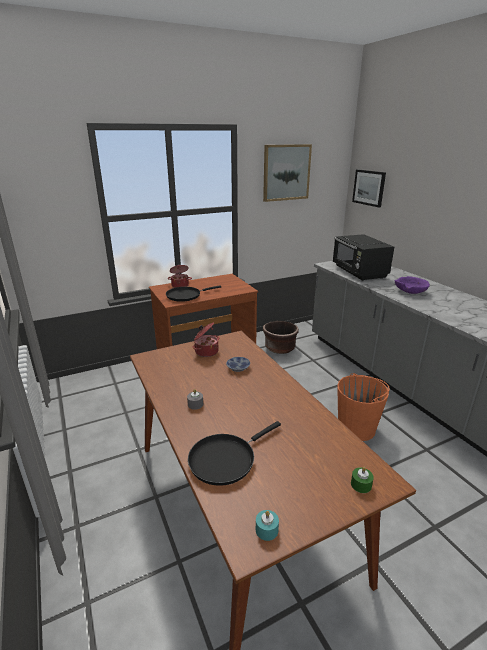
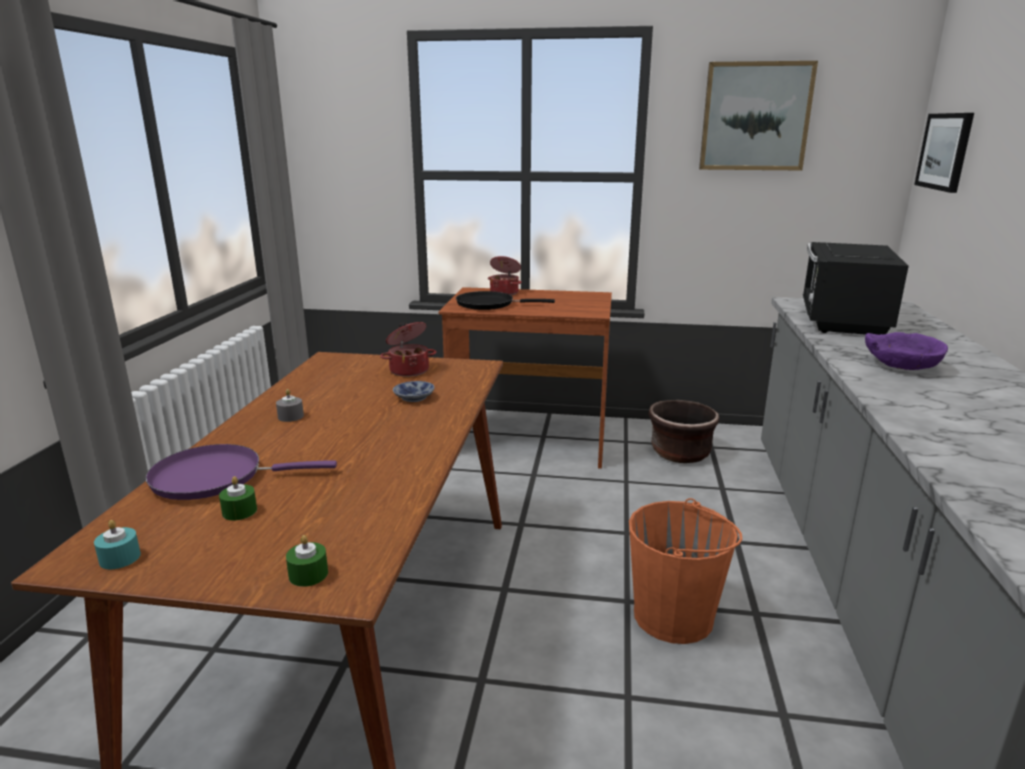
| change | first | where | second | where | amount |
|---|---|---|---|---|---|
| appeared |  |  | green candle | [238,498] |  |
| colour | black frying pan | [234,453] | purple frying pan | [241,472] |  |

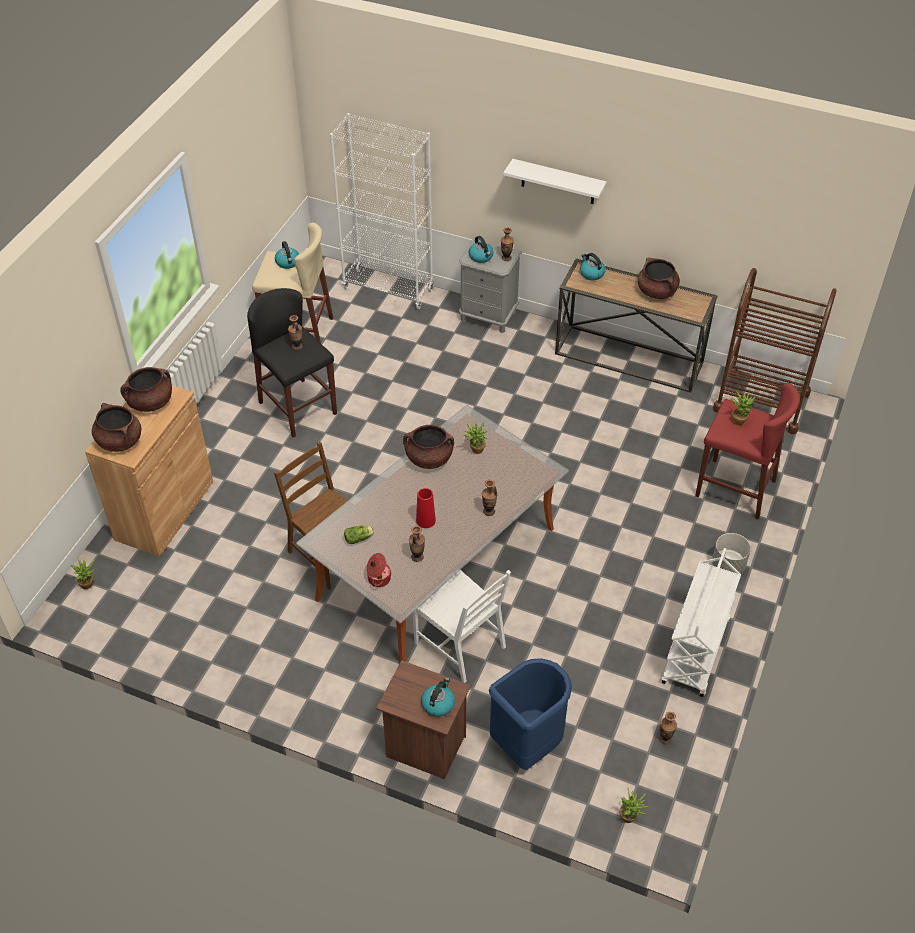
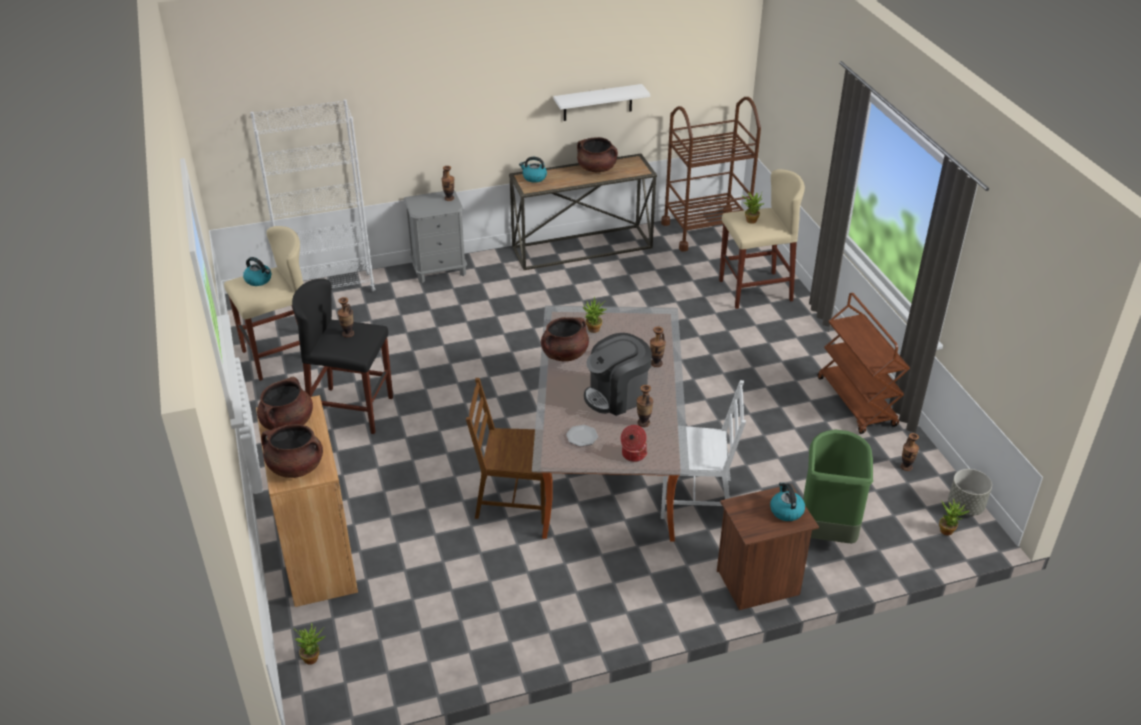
| change | first | where | second | where | amount |
|---|---|---|---|---|---|
| missing | kettle | [481,249] |  |  |  |
| relocated | white shelf | [555,181] |  | [601,102] |  |
| relocated | grey planter | [731,553] |  | [970,492] |  |
| exchanged | lettuce | [359,534] | plate | [582,436] |  |
| exchanged | red vase | [426,508] | coffee machine | [618,374] |  |
| colour | blue trash can | [530,714] | green trash can | [838,486] |  |
| colour | white cart | [701,622] | brown cart | [864,363] |  |
| colour | red stool | [747,451] | beige stool | [762,239] |  |

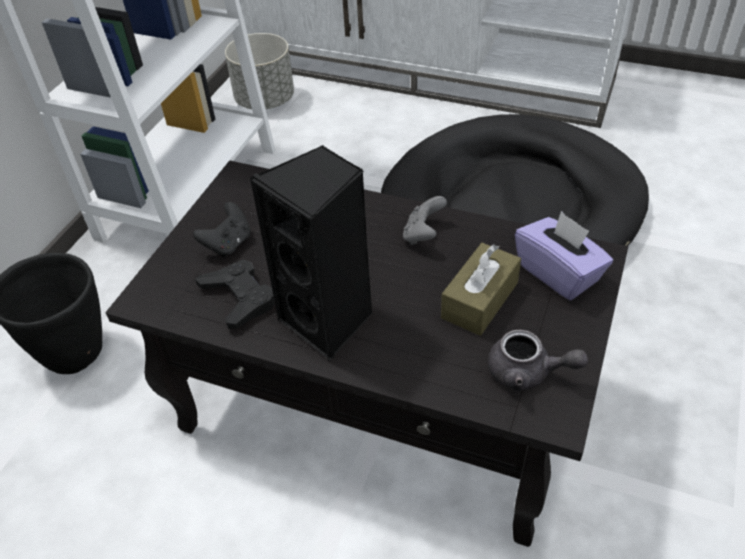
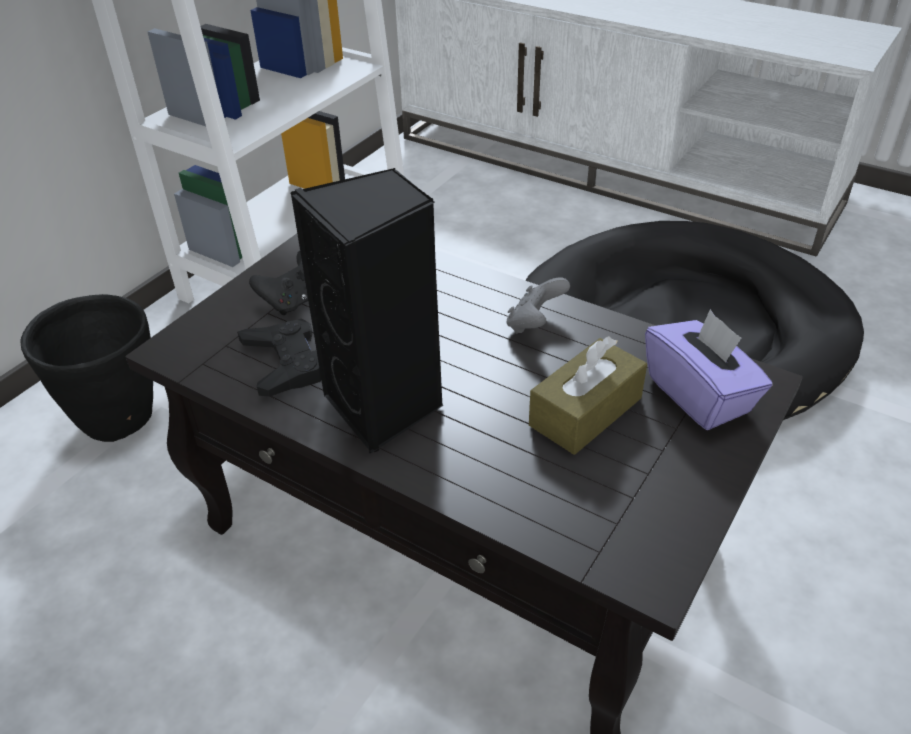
| change | first | where | second | where | amount |
|---|---|---|---|---|---|
| missing | grey planter | [259,71] |  |  |  |
| missing | grey teapot | [538,360] |  |  |  |

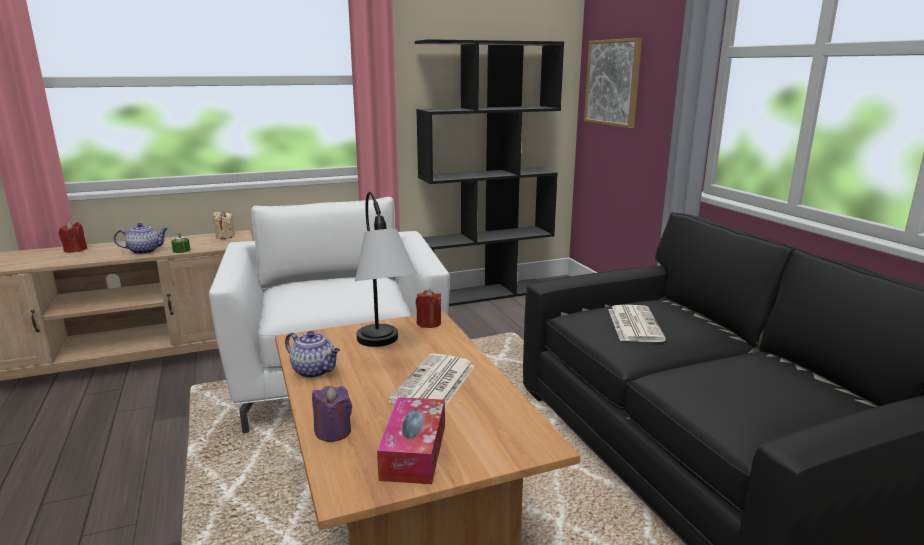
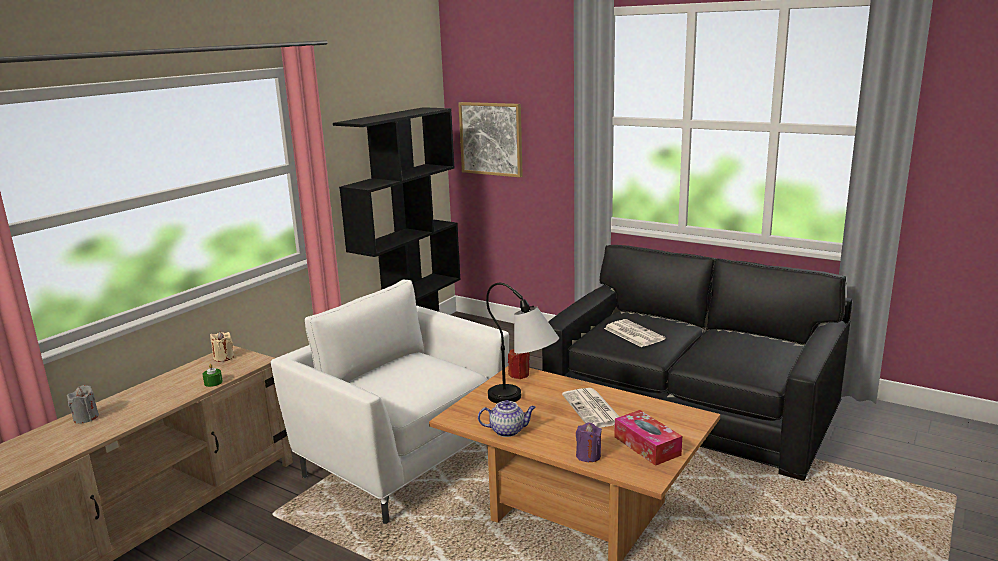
| change | first | where | second | where | amount |
|---|---|---|---|---|---|
| missing | teapot | [141,238] |  |  |  |
| colour | red candle | [73,237] | grey candle | [83,404] |  |

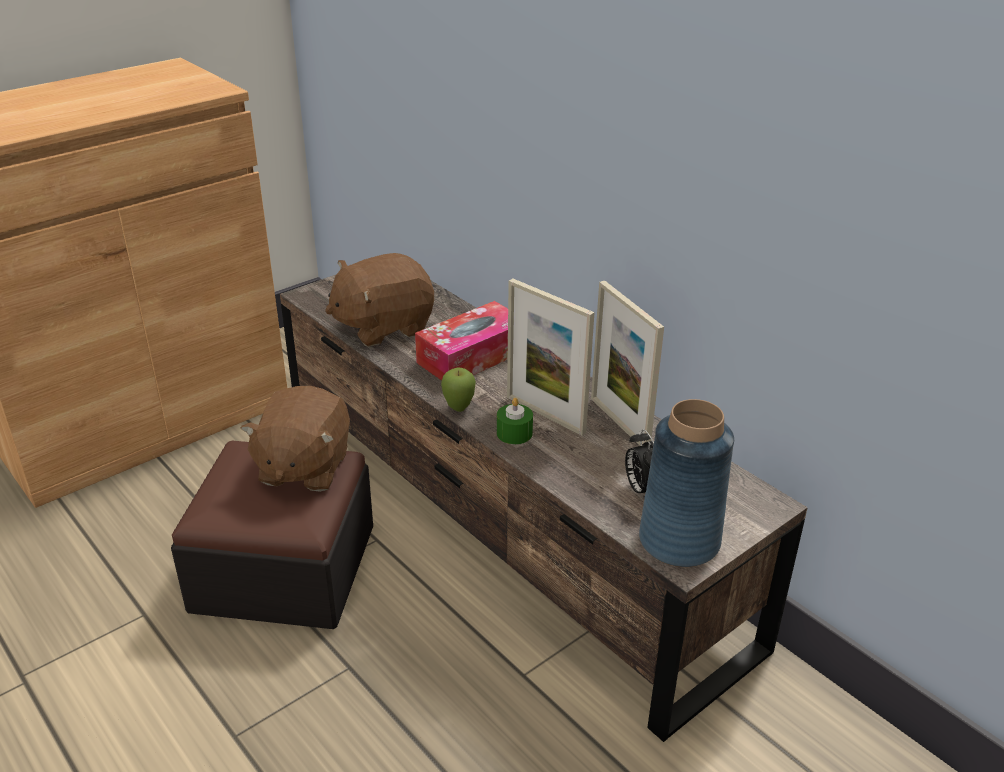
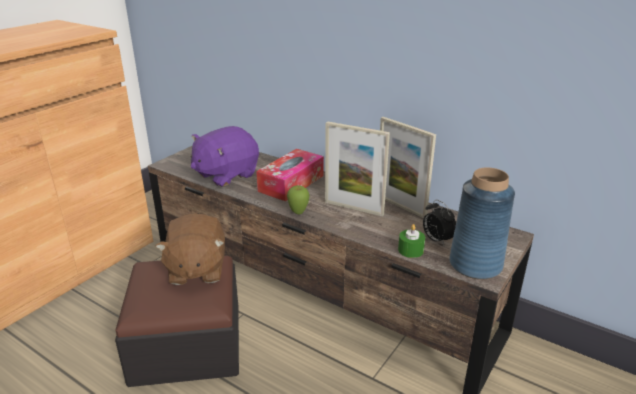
| change | first | where | second | where | amount |
|---|---|---|---|---|---|
| relocated | green candle | [515,421] |  | [411,241] |  |
| colour | brown plush toy | [379,300] | purple plush toy | [225,156] |  |

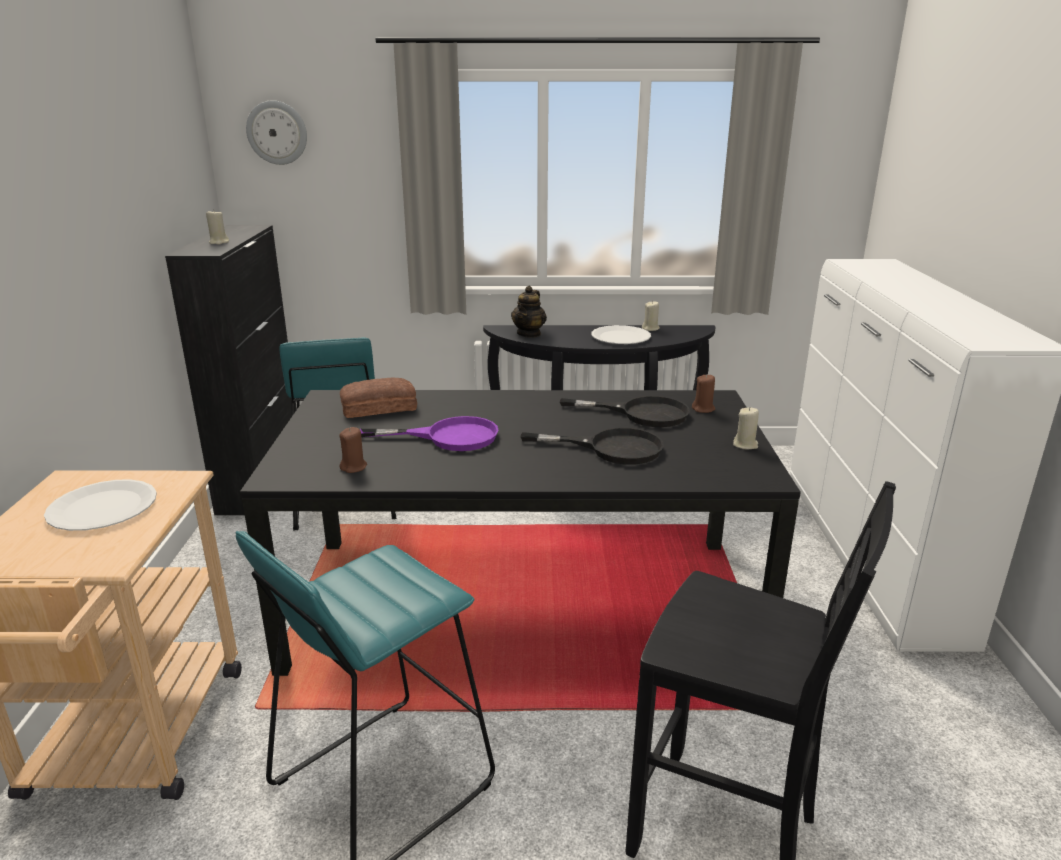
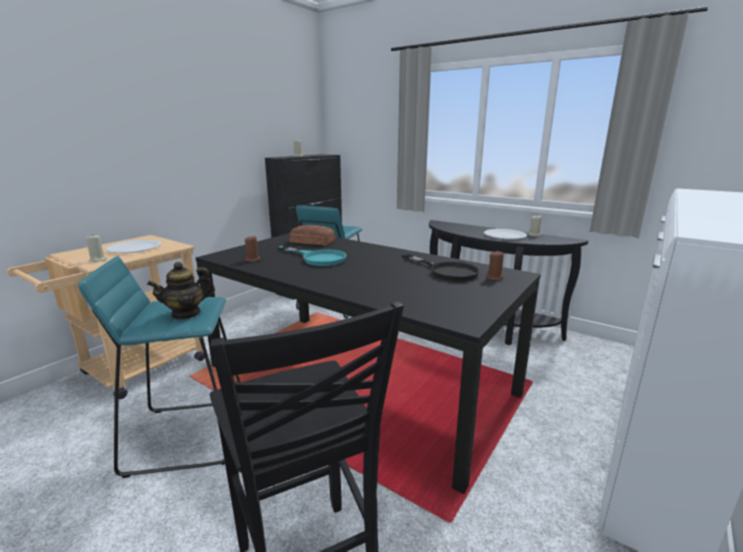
| change | first | where | second | where | amount |
|---|---|---|---|---|---|
| missing | wall clock | [276,132] |  |  |  |
| missing | black frying pan | [592,446] |  |  |  |
| relocated | teapot | [529,312] |  | [181,291] |  |
| relocated | beige candle | [746,428] |  | [96,248] |  |
| colour | purple frying pan | [429,433] | turquoise frying pan | [312,256] |  |

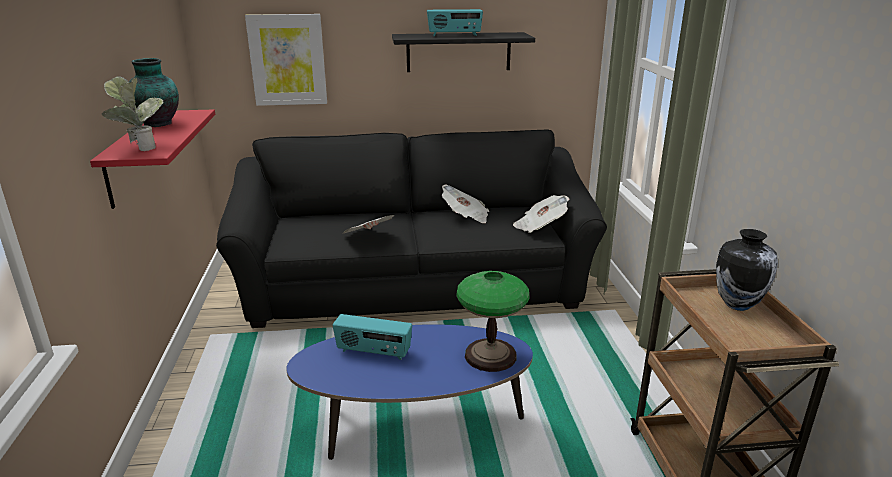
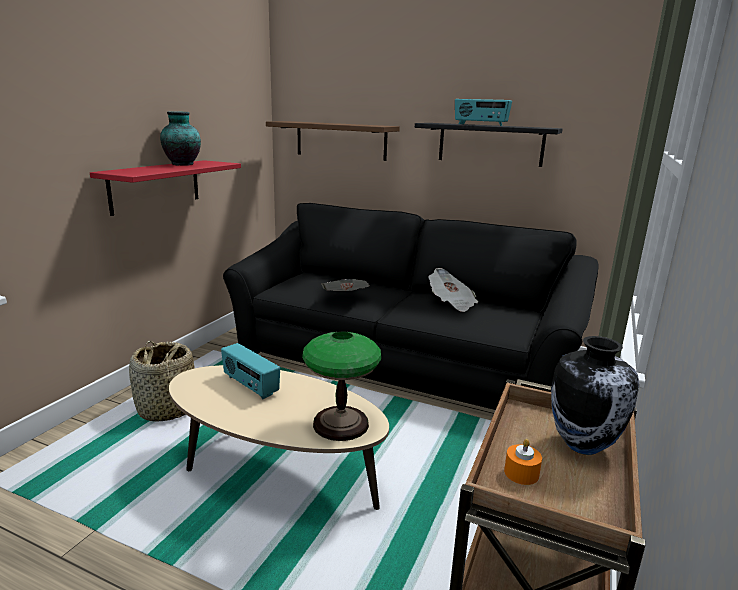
| change | first | where | second | where | amount |
|---|---|---|---|---|---|
| missing | potted plant | [132,113] |  |  |  |
| missing | newspaper | [541,214] |  |  |  |
| appeared |  |  | basket | [162,381] |  |
| appeared |  |  | orange candle | [523,462] |  |
| exchanged | picture | [286,60] | brown shelf | [333,141] |  |
| colour | blue coffee table | [409,392] | beige coffee table | [279,437] |  |

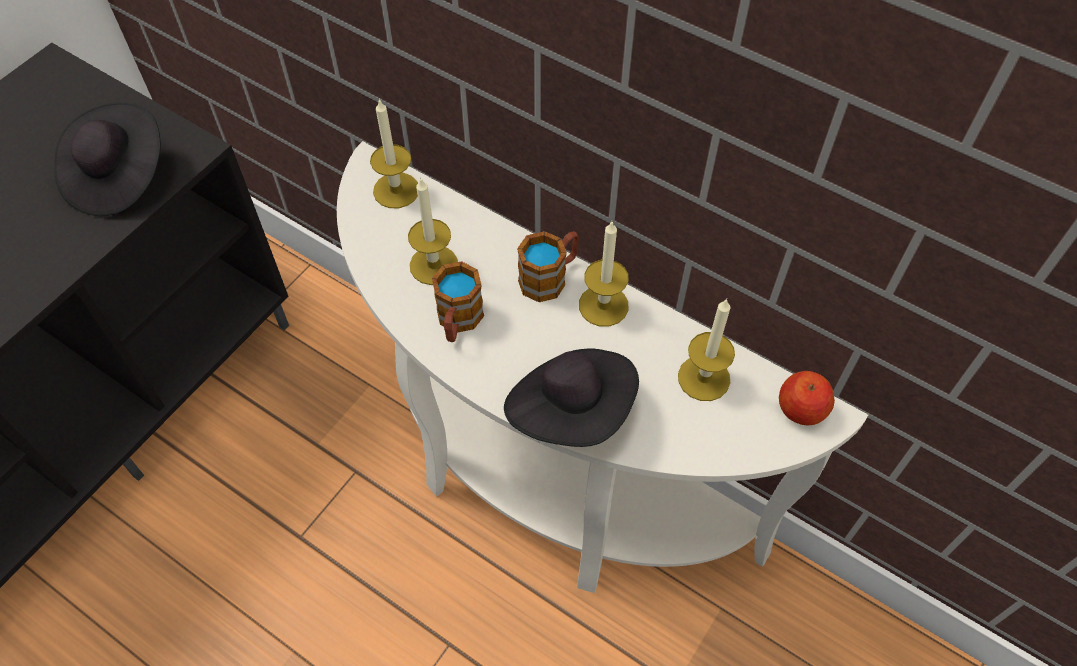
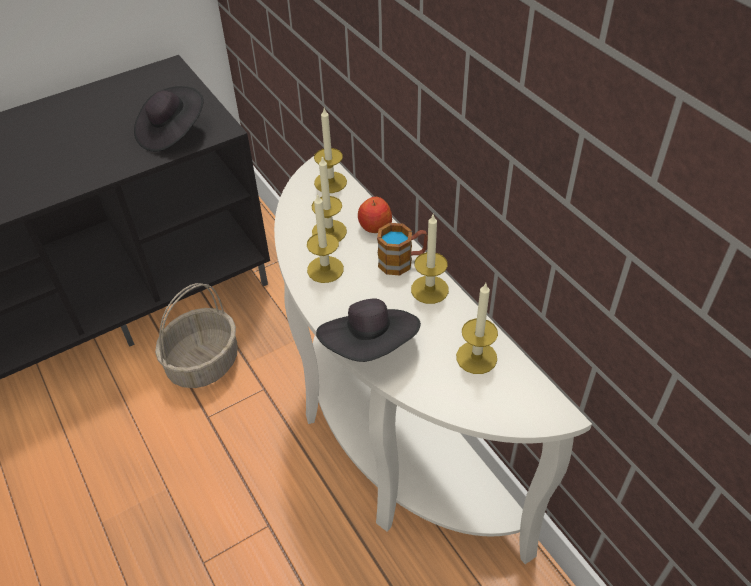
| change | first | where | second | where | amount |
|---|---|---|---|---|---|
| appeared |  |  | basket | [196,335] |  |
| relocated | apple | [807,398] |  | [375,215] |  |
| exchanged | mug | [458,301] | candle | [325,238] |  |

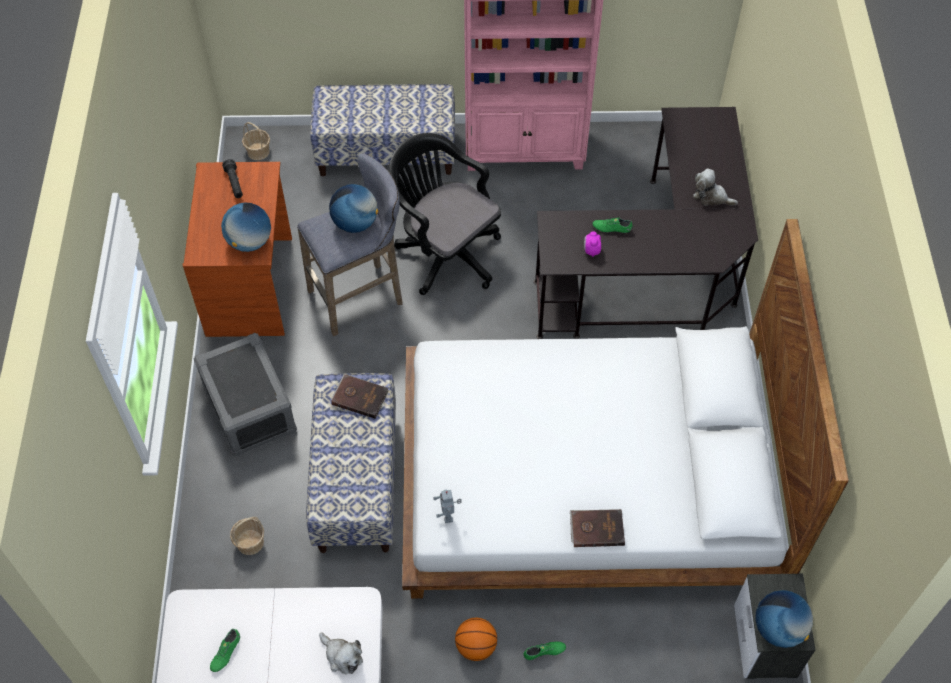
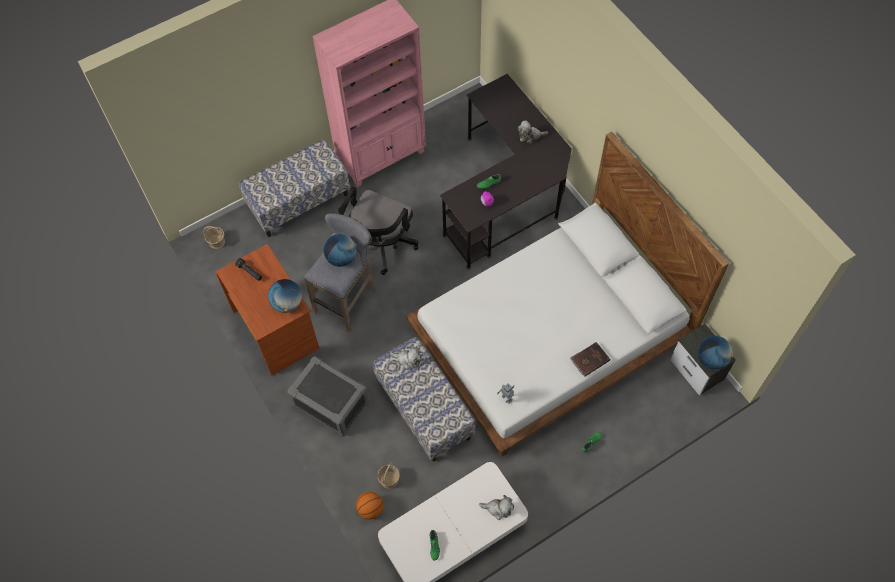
| change | first | where | second | where | amount |
|---|---|---|---|---|---|
| relocated | basketball | [476,639] |  | [369,506] |  |
| exchanged | brown book | [360,396] | plush toy | [405,358] |  |
| spun | black office chair | [445,214] |  | [378,231] | 75 degrees counterclockwise |

